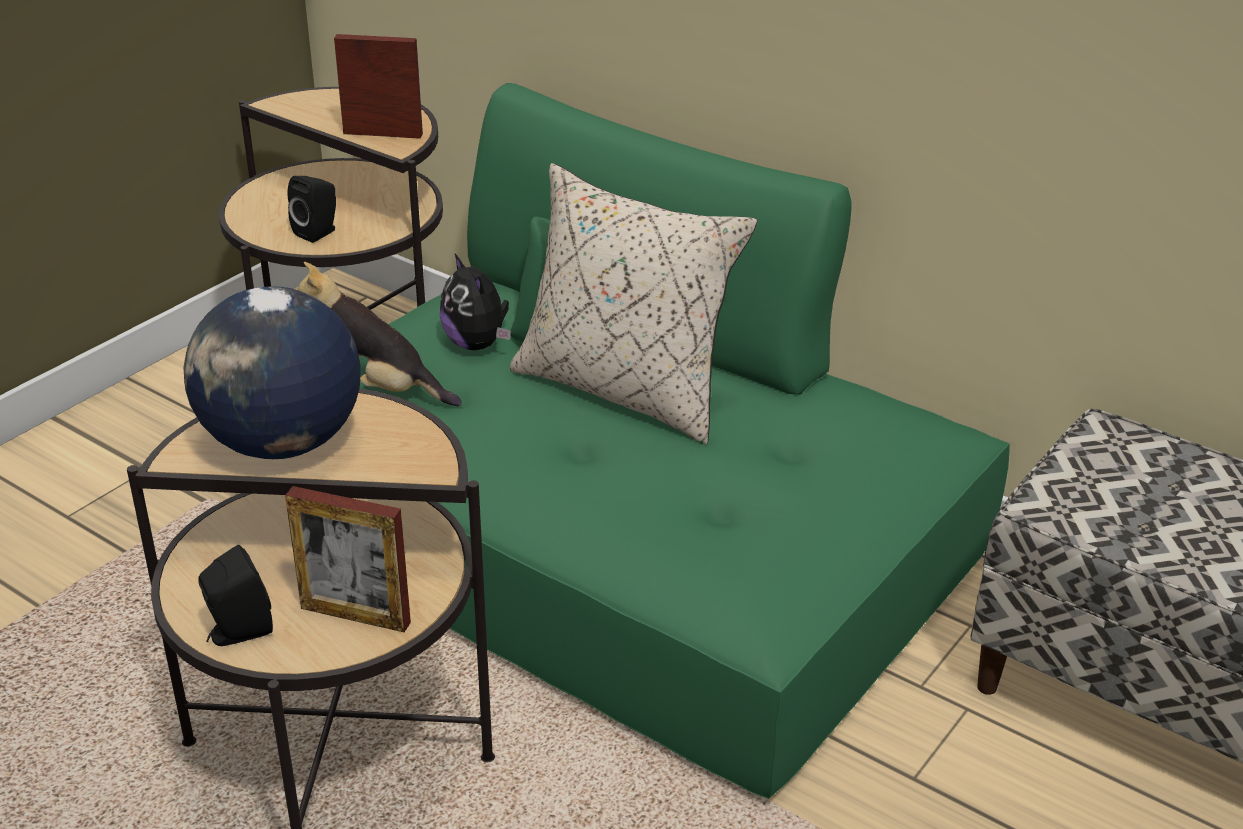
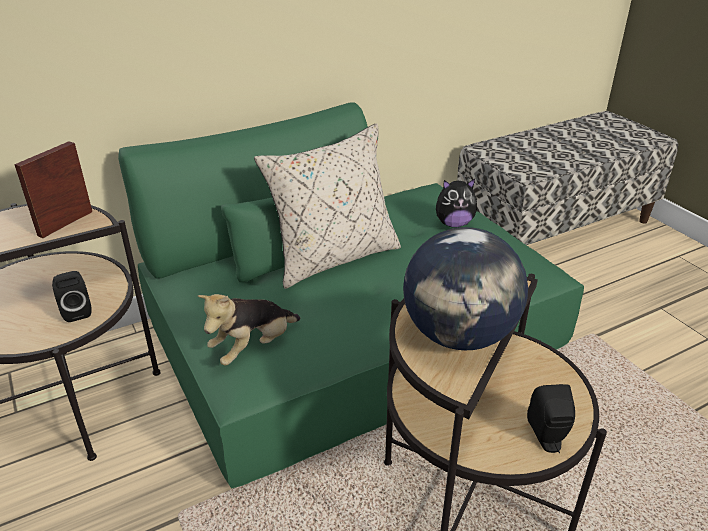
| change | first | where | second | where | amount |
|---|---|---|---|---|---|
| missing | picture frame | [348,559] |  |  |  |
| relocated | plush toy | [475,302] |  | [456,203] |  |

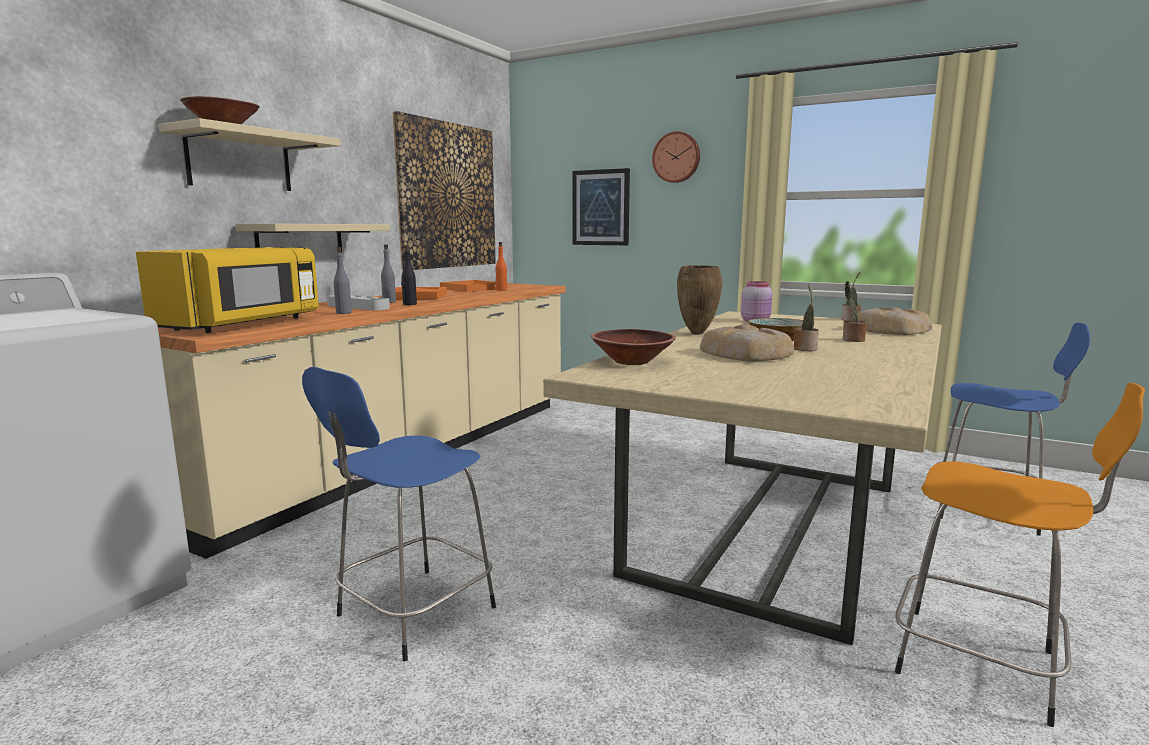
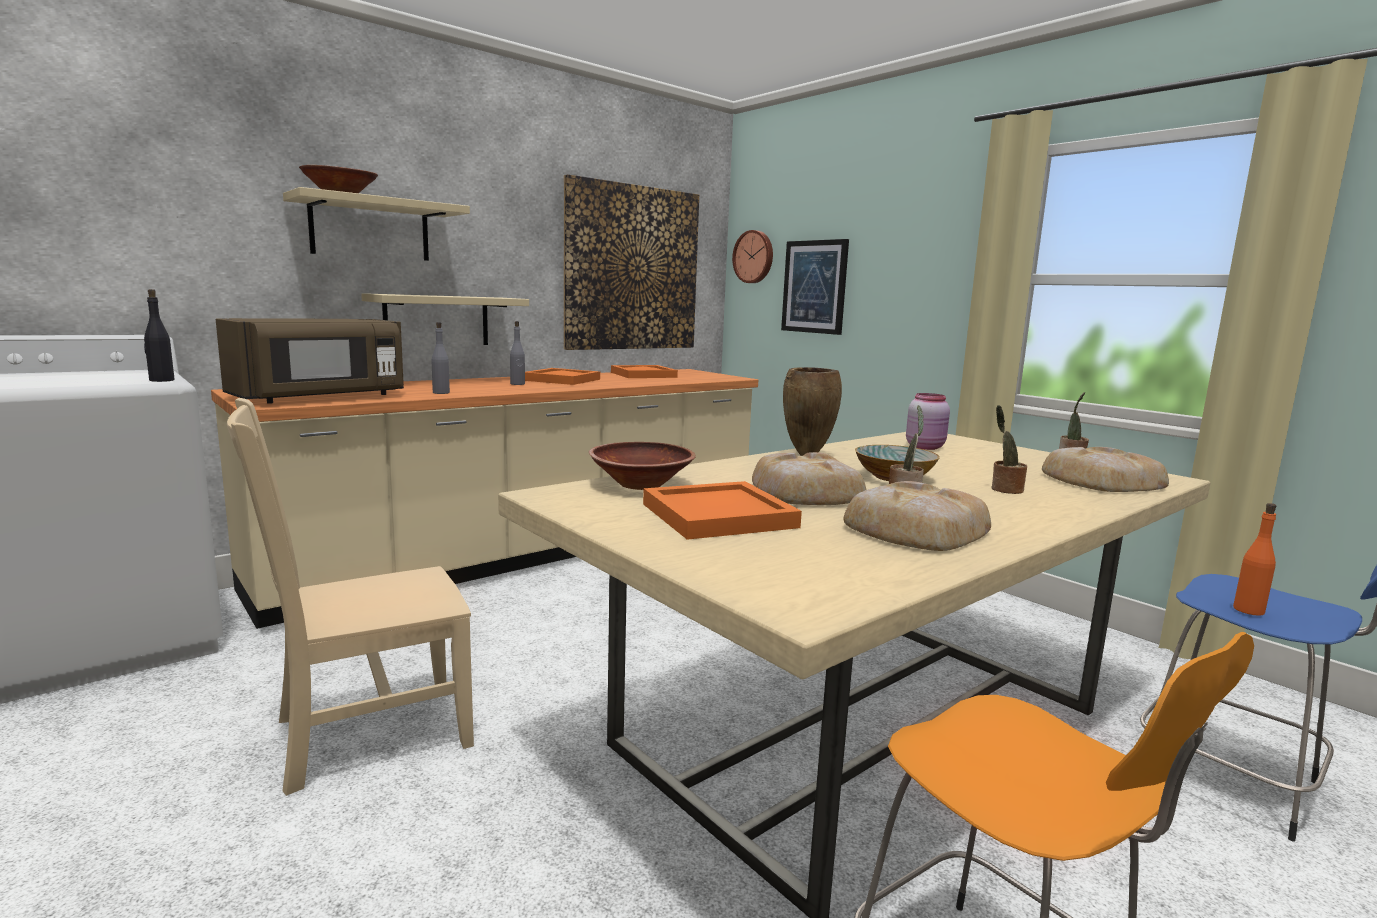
| change | first | where | second | where | amount |
|---|---|---|---|---|---|
| missing | grey tray | [358,302] |  |  |  |
| appeared |  |  | orange tray | [722,510] |  |
| appeared |  |  | bread | [917,516] |  |
| relocated | black bottle | [409,275] |  | [159,335] |  |
| relocated | orange bottle | [501,266] |  | [1254,559] |  |
| relocated | wall clock | [676,157] |  | [752,256] |  |
| exchanged | blue stool | [399,514] | beige chair | [350,597] |  |
| colour | yellow microwave | [227,290] | brown microwave | [310,361] |  |

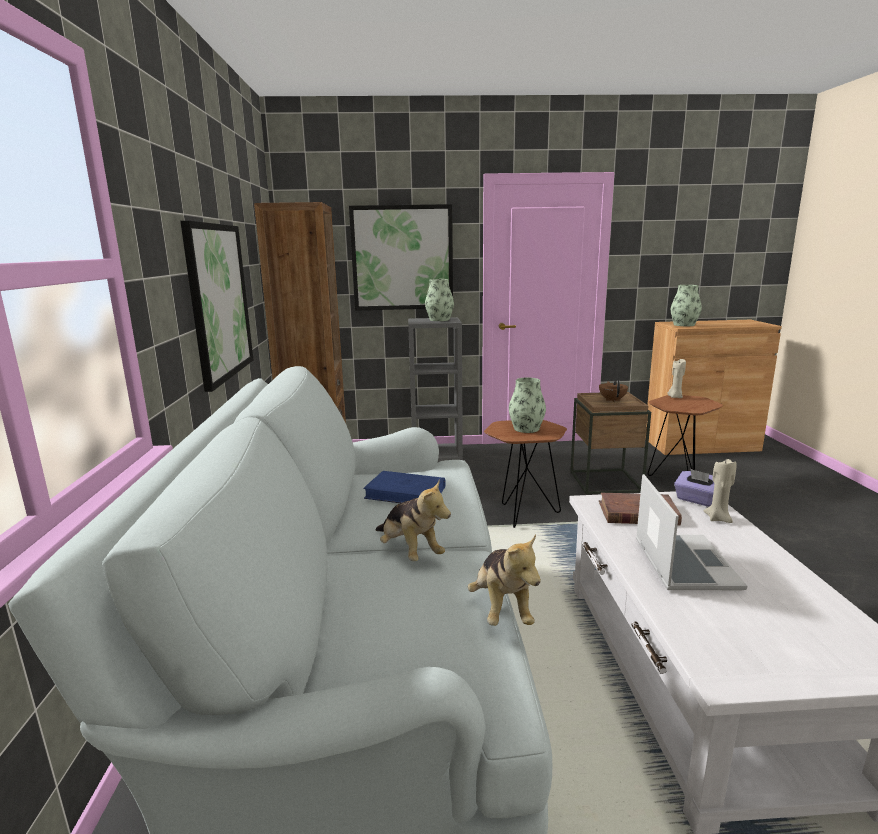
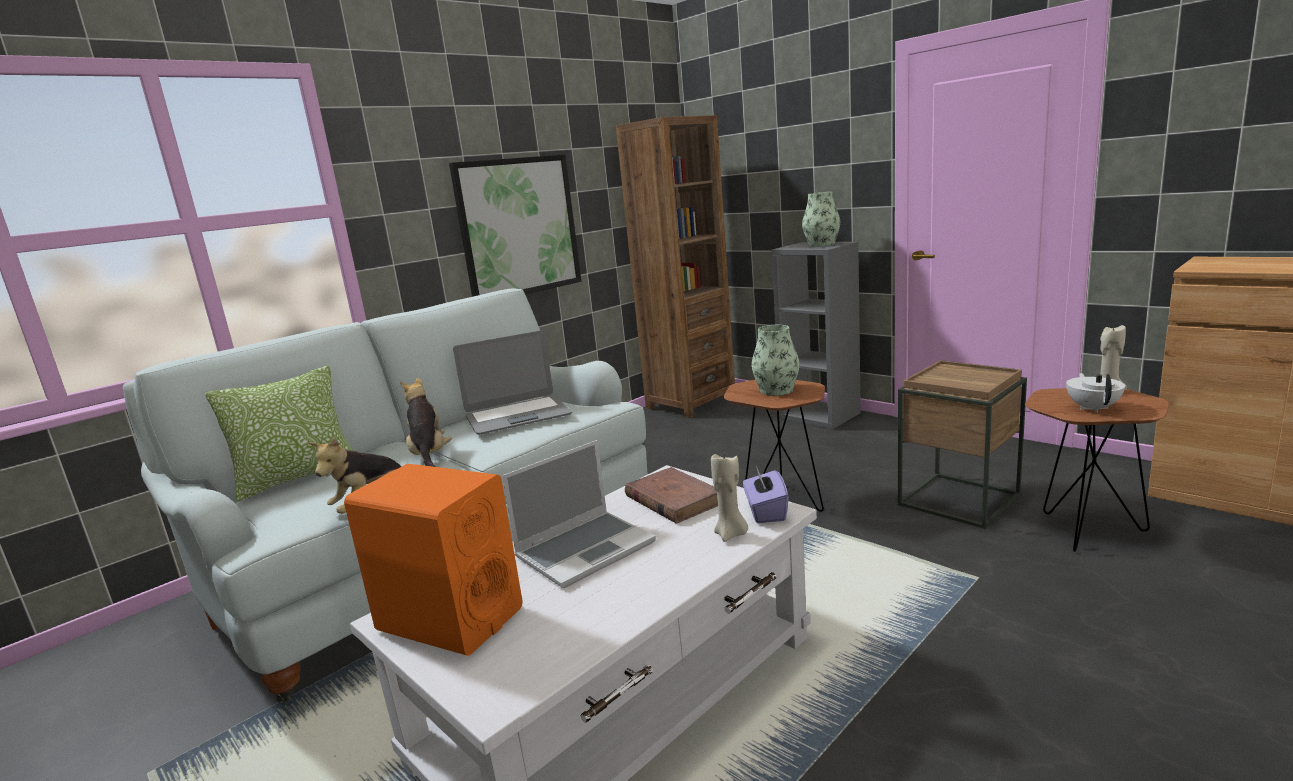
| change | first | where | second | where | amount |
|---|---|---|---|---|---|
| missing | picture | [401,257] |  |  |  |
| missing | brown teapot | [613,391] |  |  |  |
| missing | vase | [686,305] |  |  |  |
| appeared |  |  | pillow | [279,433] |  |
| appeared |  |  | orange speaker | [433,560] |  |
| appeared |  |  | white teapot | [1095,393] |  |
| exchanged | blue book | [404,487] | laptop | [512,383] |  |
| spun | plush toy | [413,520] |  | [425,422] | 150 degrees clockwise |

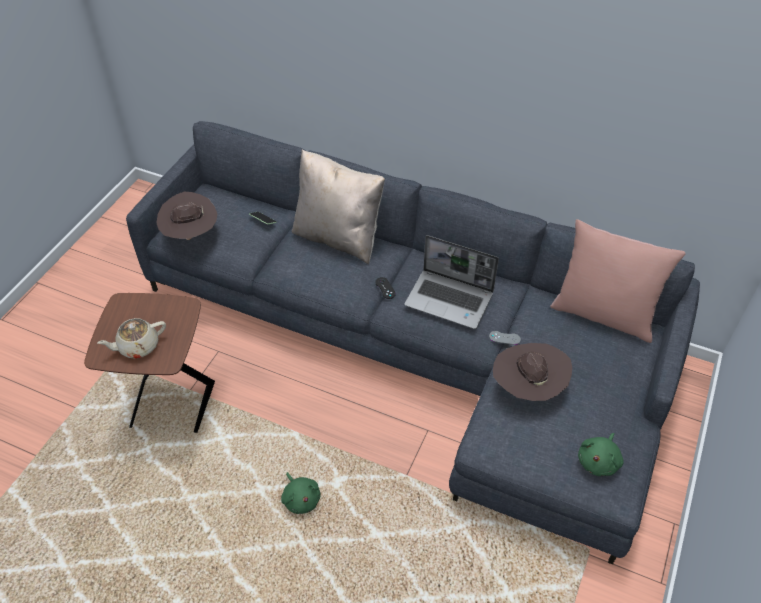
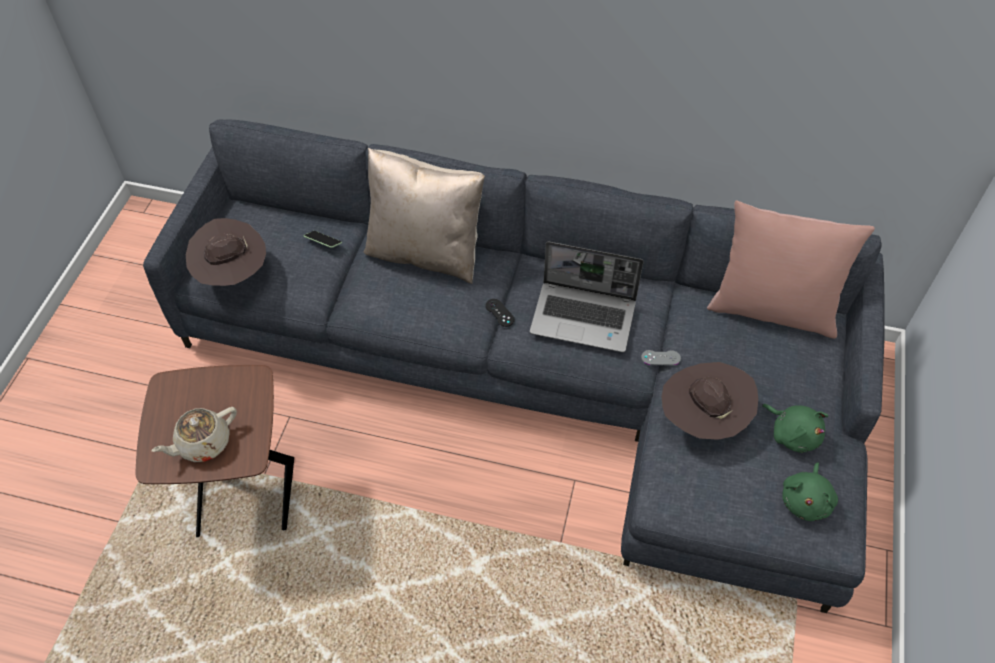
| change | first | where | second | where | amount |
|---|---|---|---|---|---|
| relocated | green plush toy | [301,493] |  | [795,428] |  |

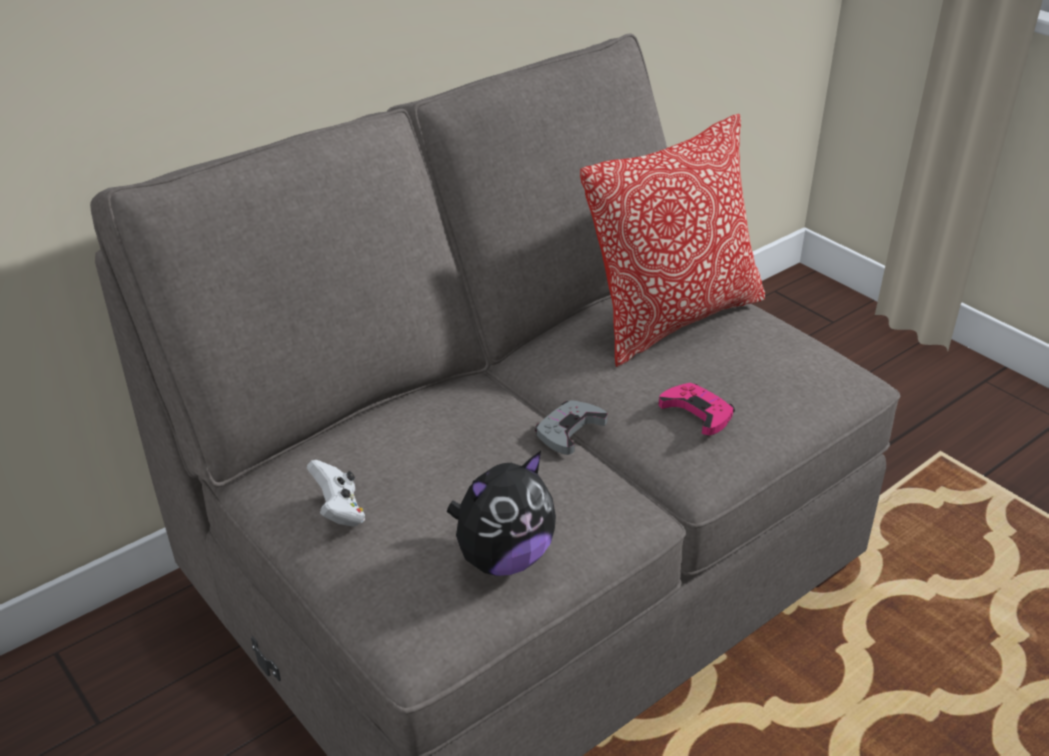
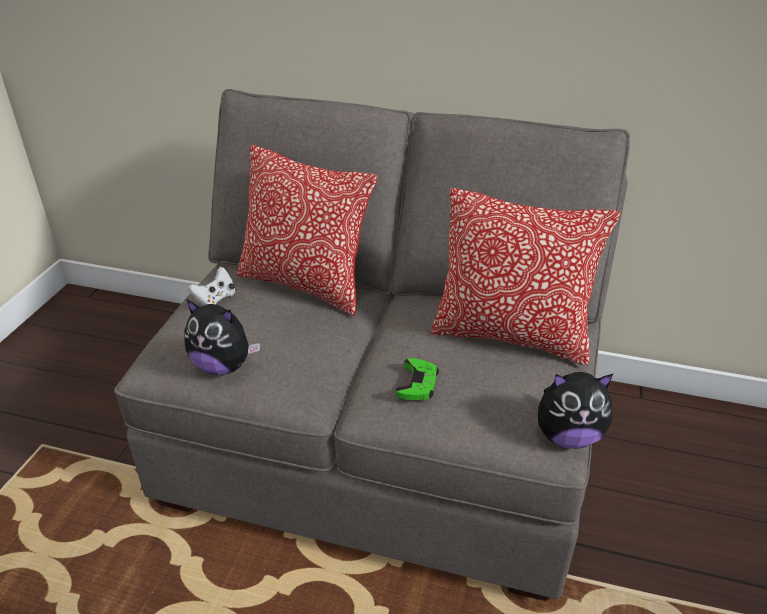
| change | first | where | second | where | amount |
|---|---|---|---|---|---|
| missing | grey game controller | [571,427] |  |  |  |
| appeared |  |  | pillow | [307,230] |  |
| appeared |  |  | plush toy | [575,410] |  |
| colour | pink game controller | [696,409] | green game controller | [417,379] |  |

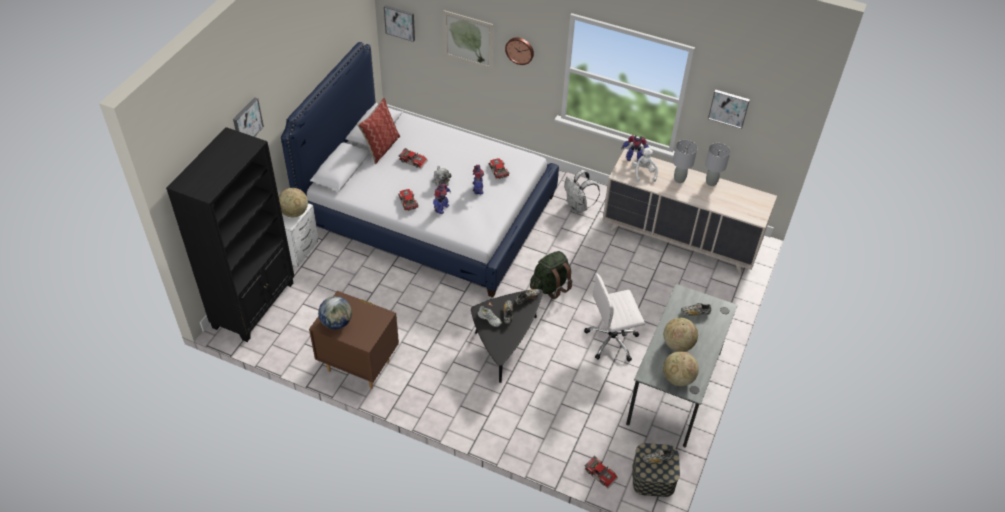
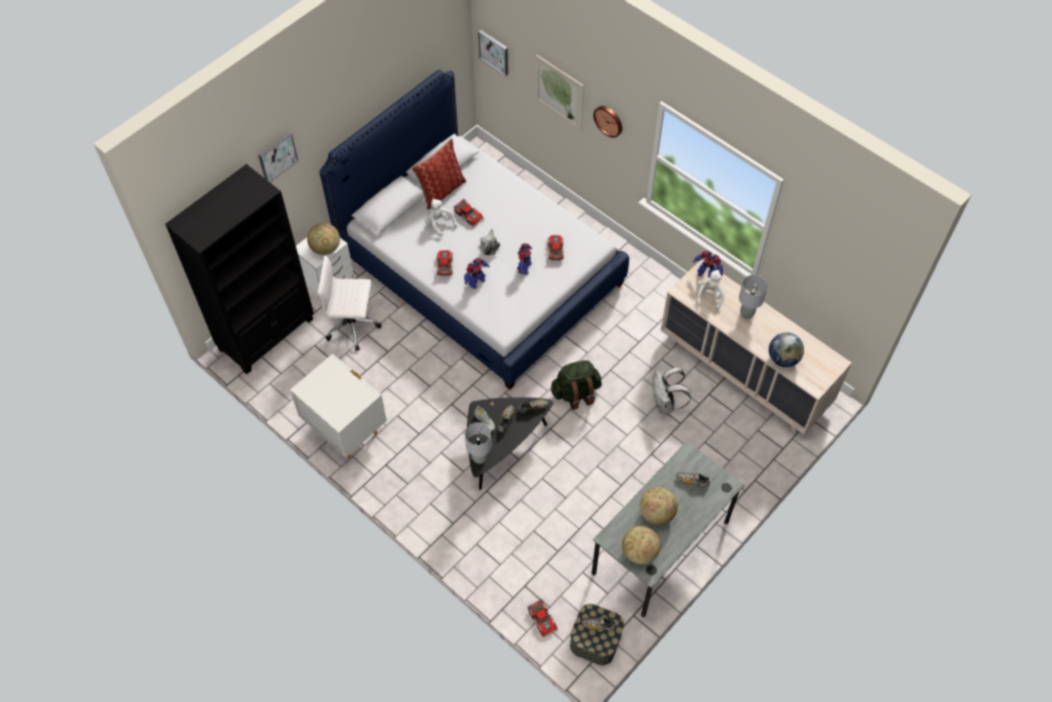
| change | first | where | second | where | amount |
|---|---|---|---|---|---|
| missing | picture | [729,109] |  |  |  |
| appeared |  |  | white plush toy | [441,218] |  |
| relocated | globe | [335,313] |  | [786,350] |  |
| relocated | white backpack | [582,191] |  | [671,390] |  |
| relocated | white office chair | [614,317] |  | [349,303] |  |
| relocated | grey table lamp | [718,164] |  | [478,443] |  |
| colour | brown nightstand | [354,340] | white nightstand | [338,407] |  |

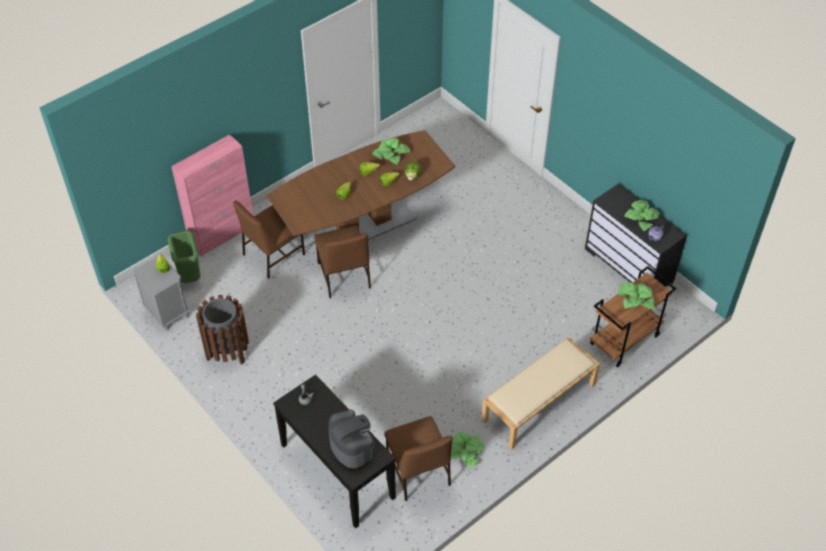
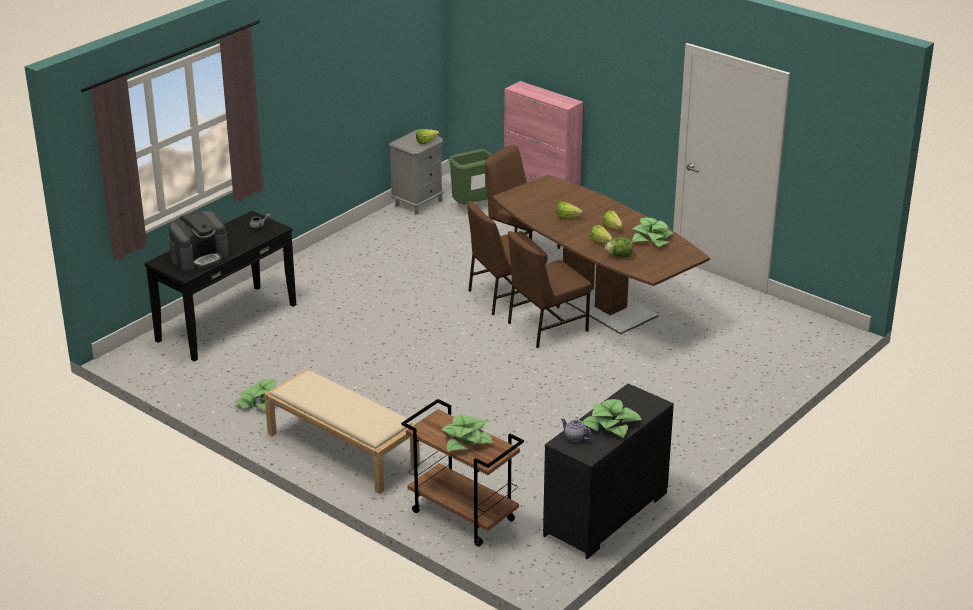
| change | first | where | second | where | amount |
|---|---|---|---|---|---|
| missing | brown trash can | [222,329] |  |  |  |
| relocated | brown chair | [419,458] |  | [550,289] |  |

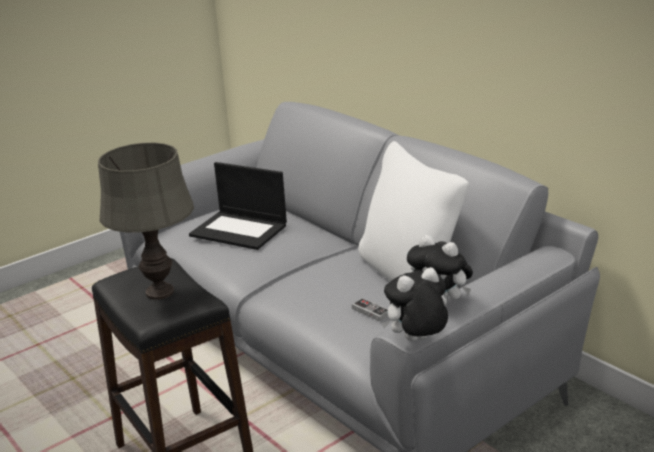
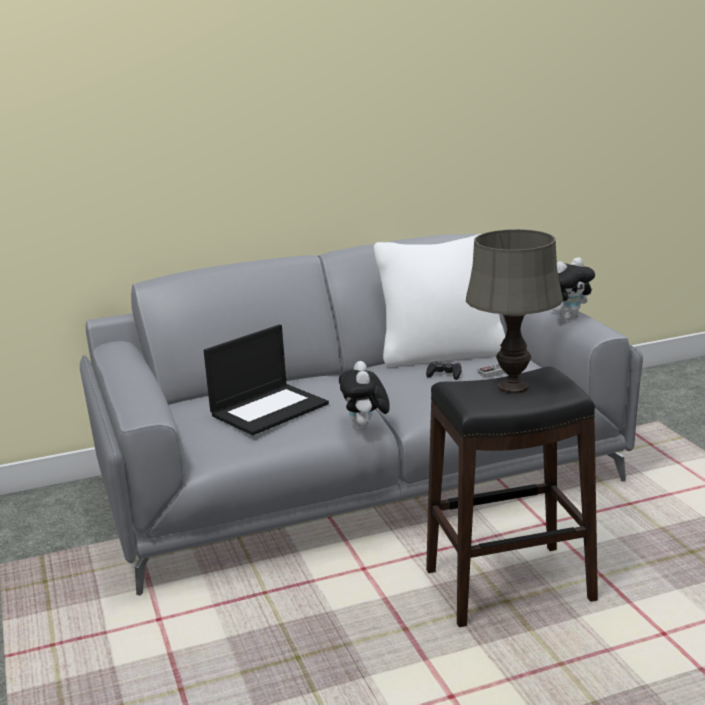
| change | first | where | second | where | amount |
|---|---|---|---|---|---|
| appeared |  |  | black game controller | [444,370] |  |
| relocated | plush toy | [414,304] |  | [364,396] |  |

